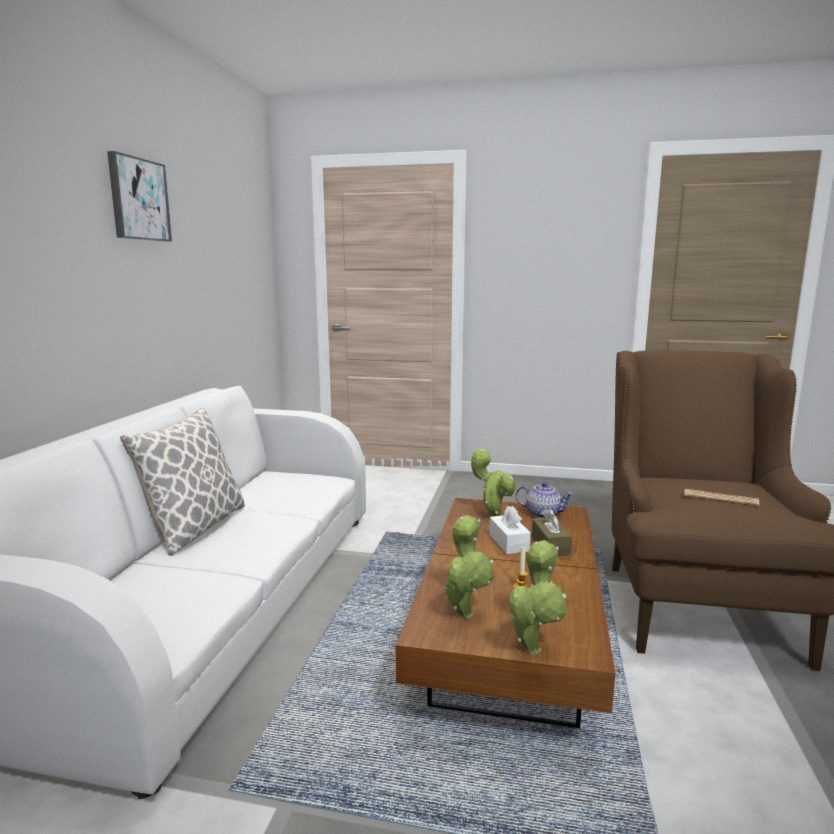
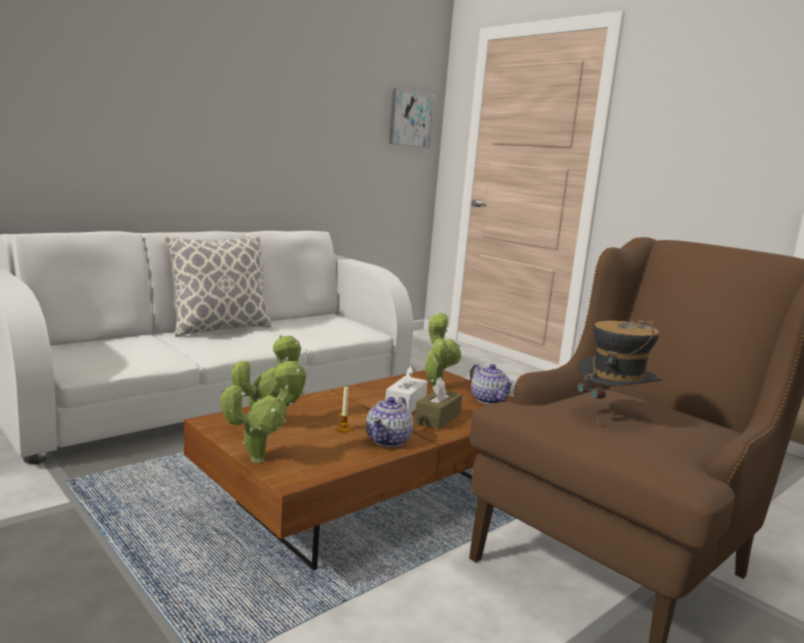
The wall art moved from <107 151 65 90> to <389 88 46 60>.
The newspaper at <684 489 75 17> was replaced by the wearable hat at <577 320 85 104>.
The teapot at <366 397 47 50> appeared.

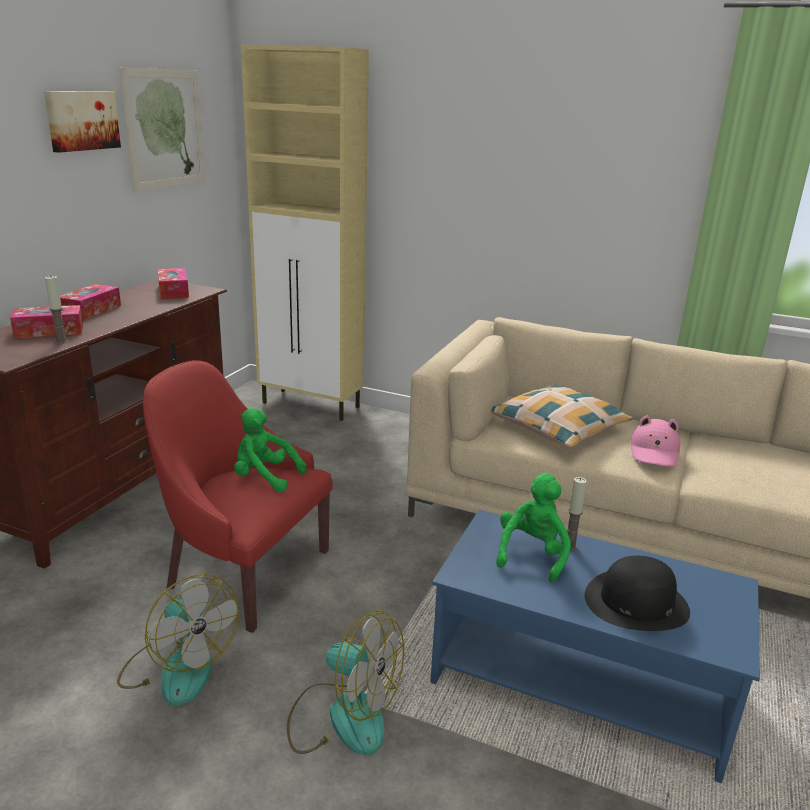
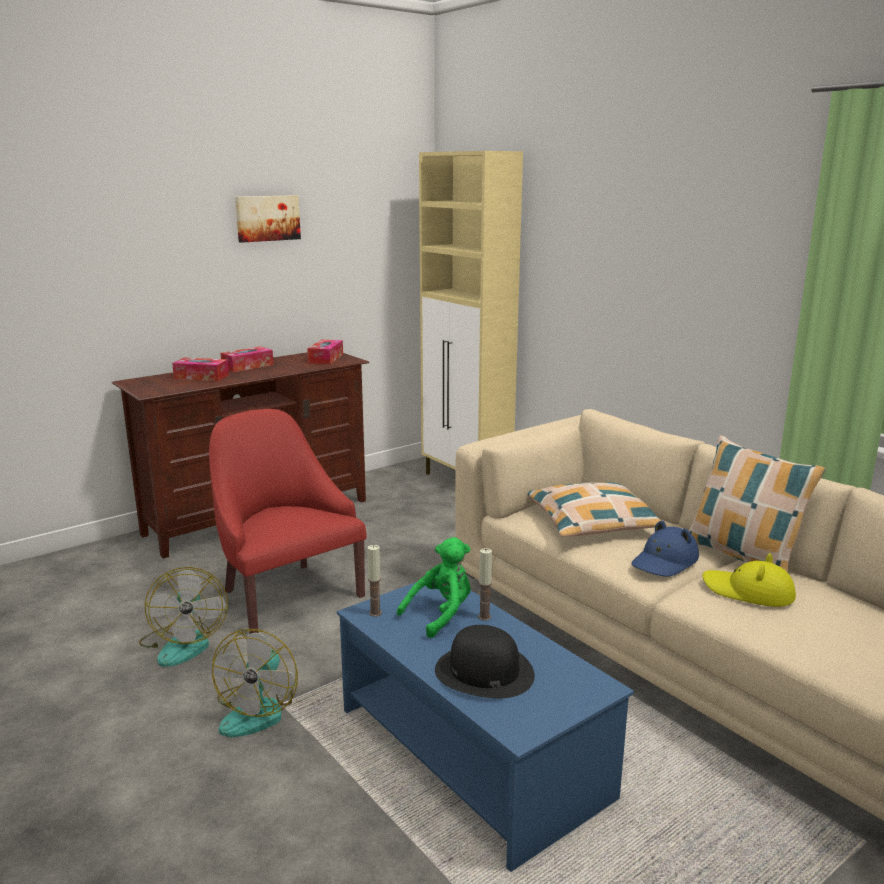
The wax candle moved from <45 275 23 69> to <367 545 15 72>.
The wall art at <119 67 87 125> disappeared.
The plush toy (green) at <234 408 73 84> disappeared.
The fan at <287 610 117 145> turned 45 degrees clockwise.
The wearable hat (pink-coloured) at <631 415 49 52> became the wearable hat (bluish) at <631 521 68 56>.
The throw pillow at <688 435 138 138> appeared.
The wearable hat (yellowish) at <703 553 93 54> appeared.

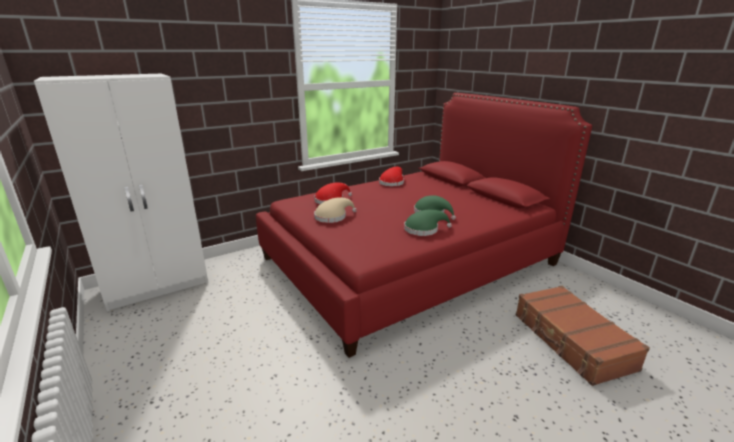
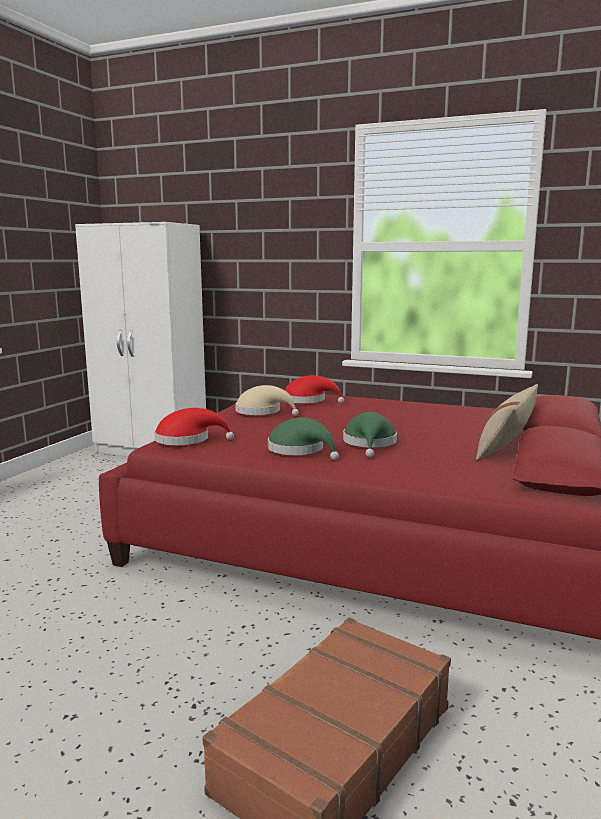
The wearable hat (red-coloured) moved from <379 167 25 19> to <154 408 80 37>.
The throw pillow (beige) at <476 384 62 76> appeared.

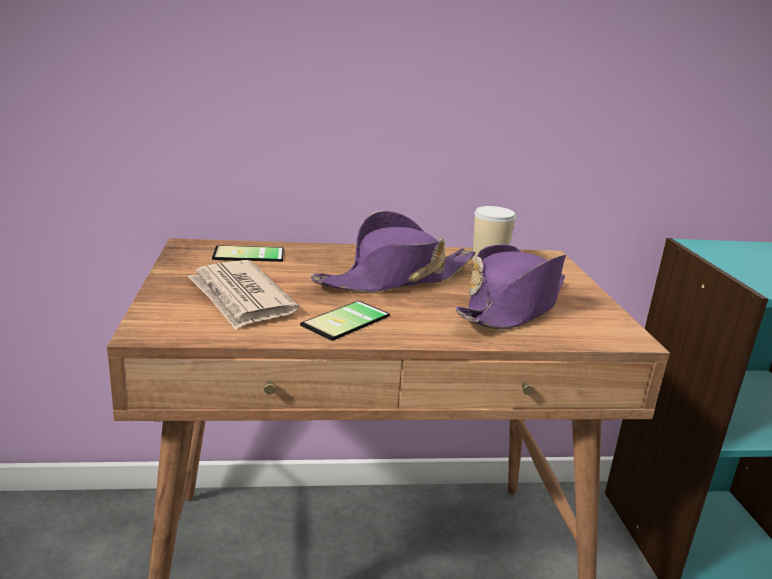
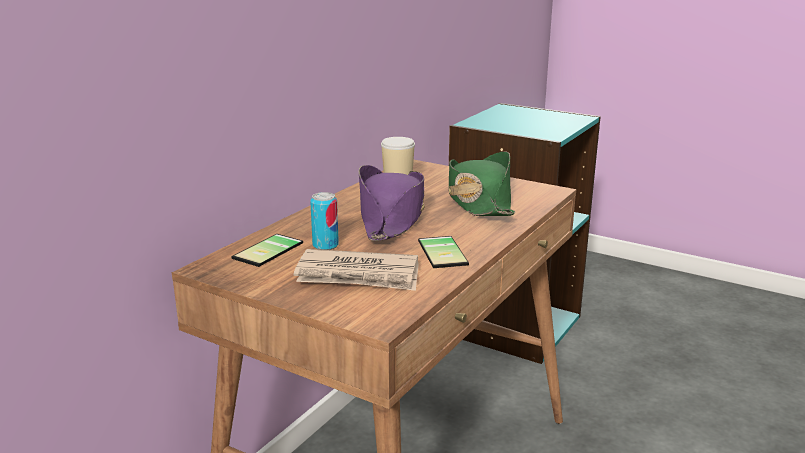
The wearable hat (purple) at <455 244 111 85> became the wearable hat (green) at <449 151 66 65>.
The metal can at <310 192 29 58> appeared.

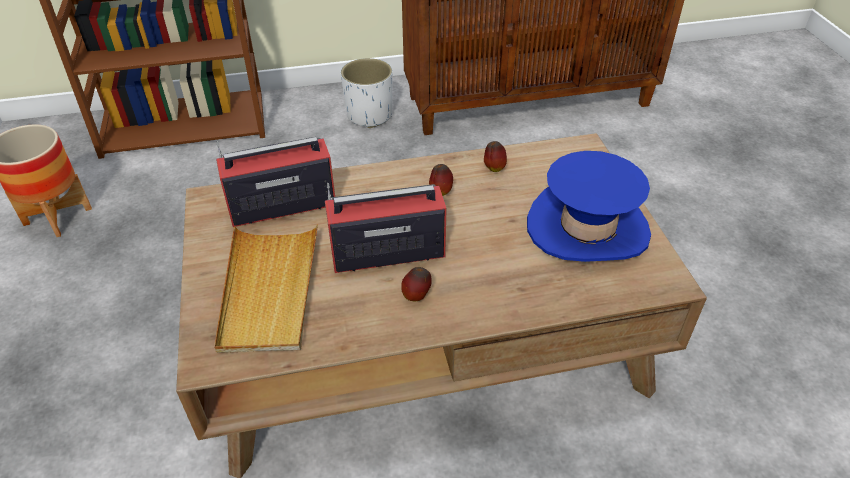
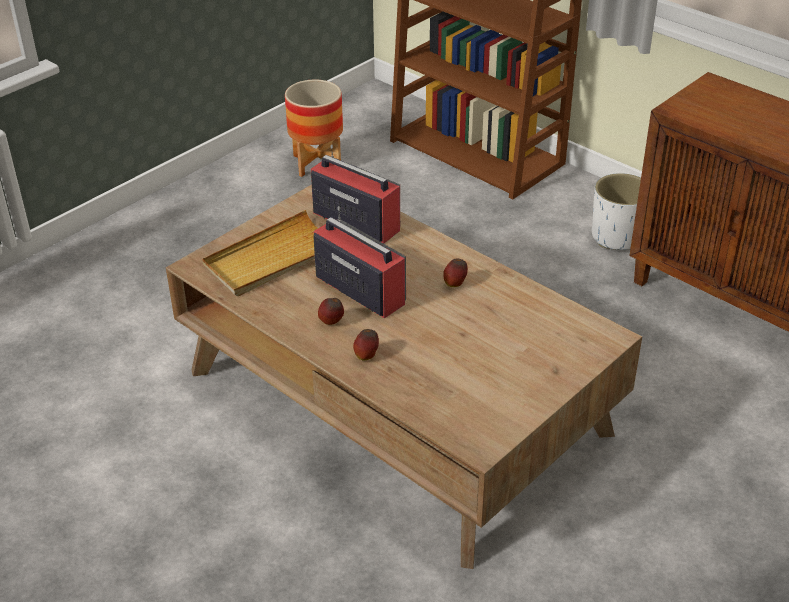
The whole apple moved from <484 141 23 31> to <353 329 26 31>.
The wearable hat (bluish) at <527 151 124 111> disappeared.

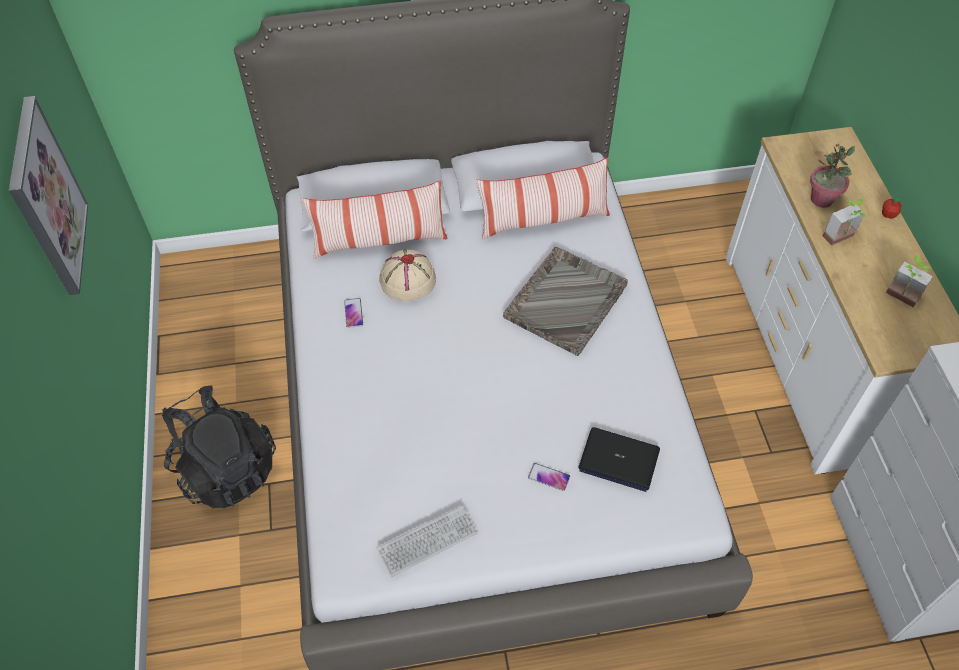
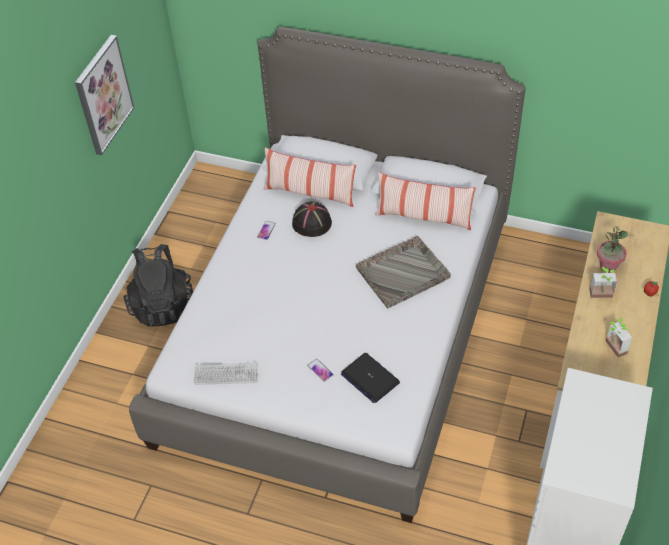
The wearable hat (beige) at <379 249 57 52> became the wearable hat (black-coloured) at <292 202 40 35>.

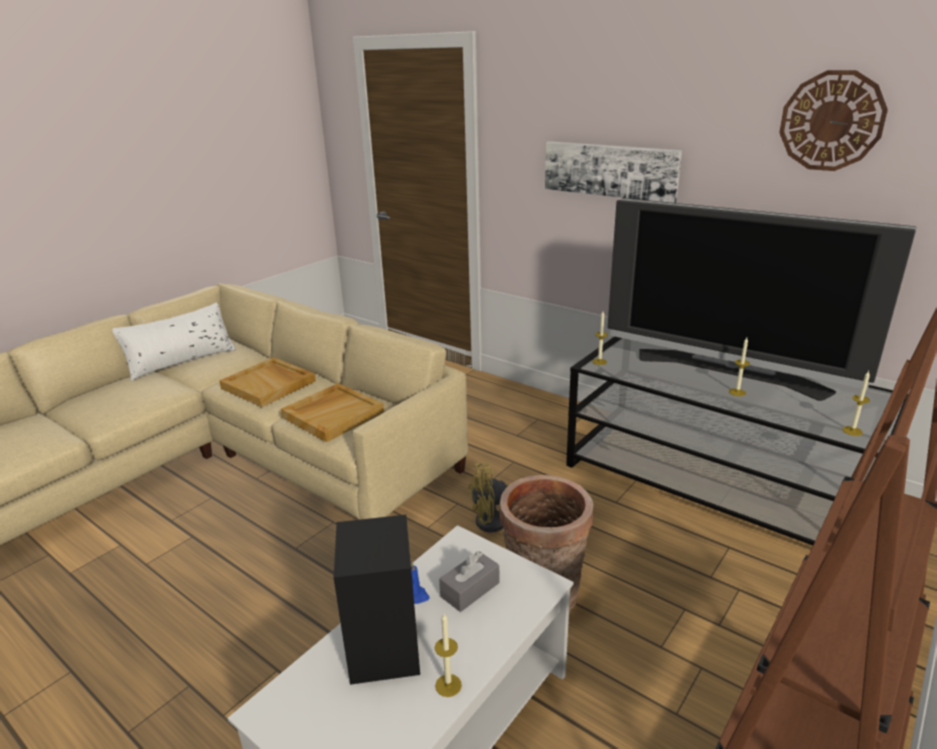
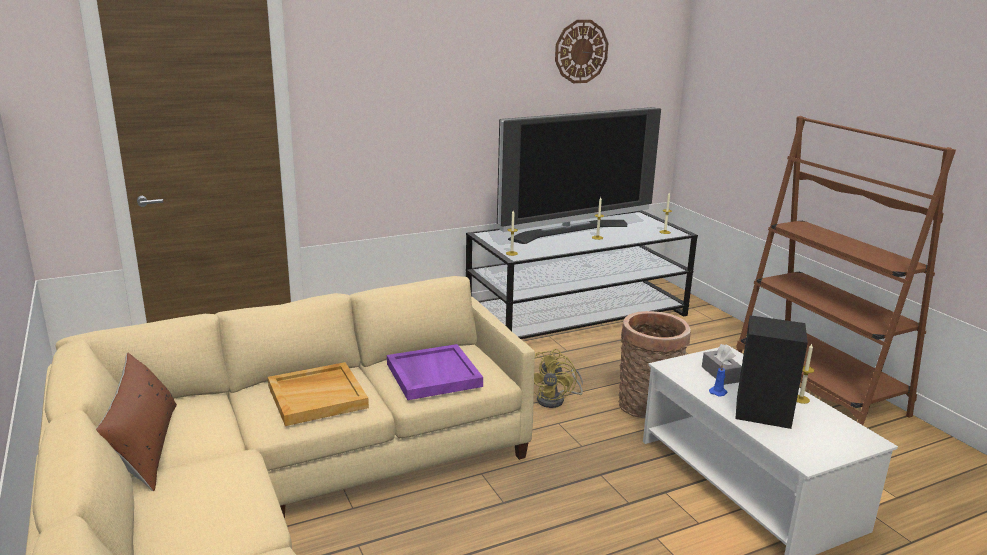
The throw pillow (whitish) at <112 302 124 79> became the throw pillow (brown-coloured) at <96 353 81 138>.
The serving tray (beige) at <281 383 103 59> became the serving tray (purple) at <387 344 96 56>.
The wall art at <545 141 137 62> disappeared.

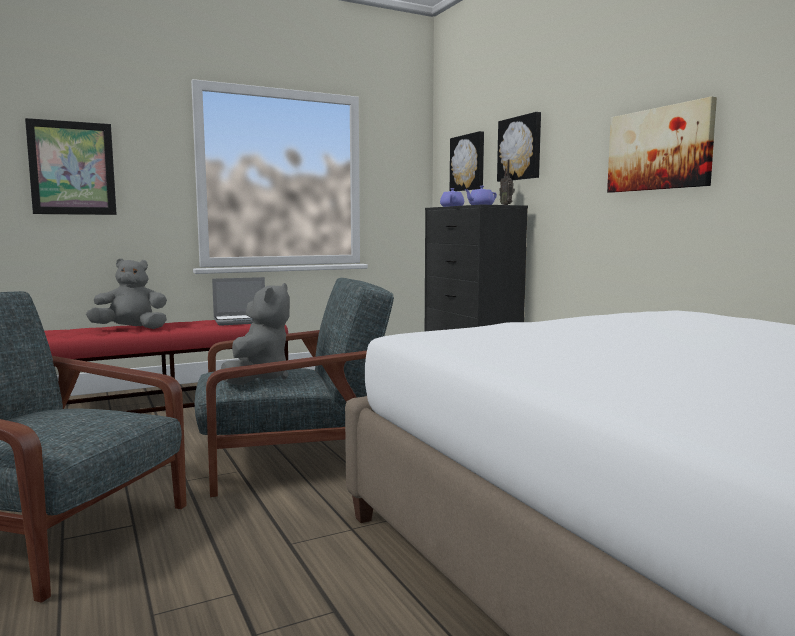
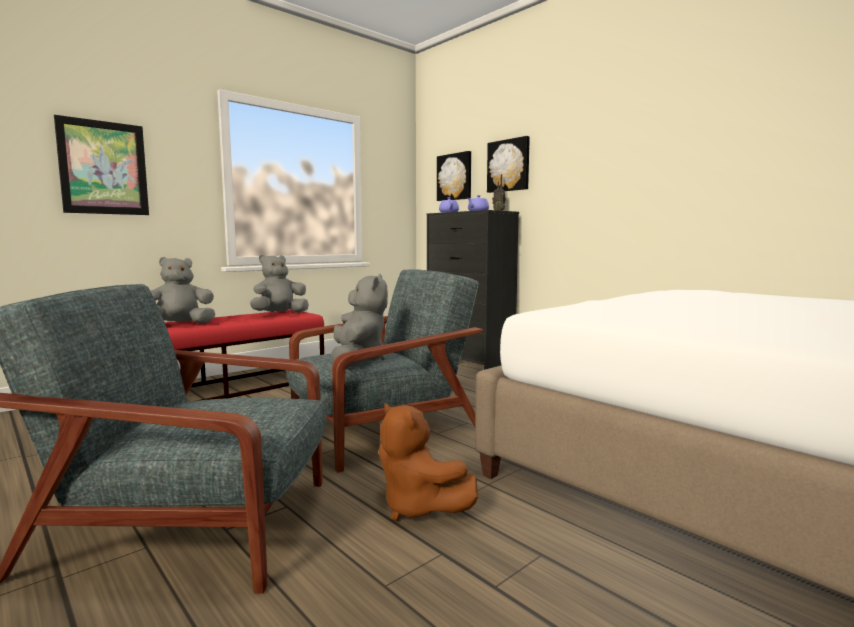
The laptop at <212 277 53 49> was replaced by the plush toy (greyish) at <250 255 59 58>.
The wall art at <607 96 110 97> disappeared.
The plush toy (brown-coloured) at <379 403 99 118> appeared.

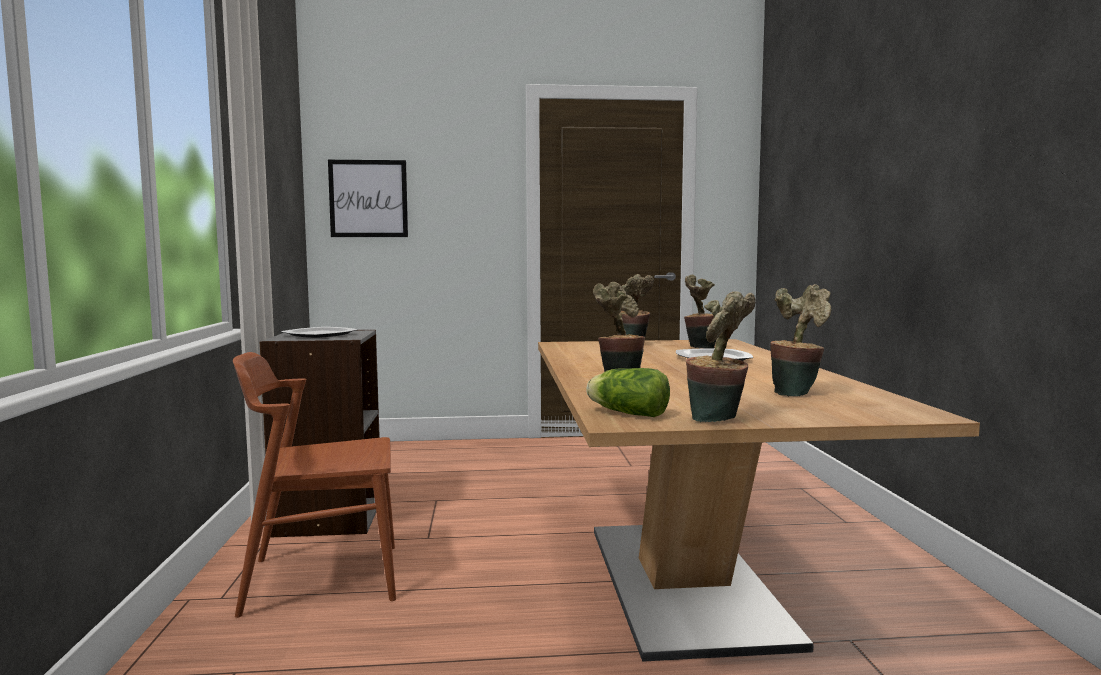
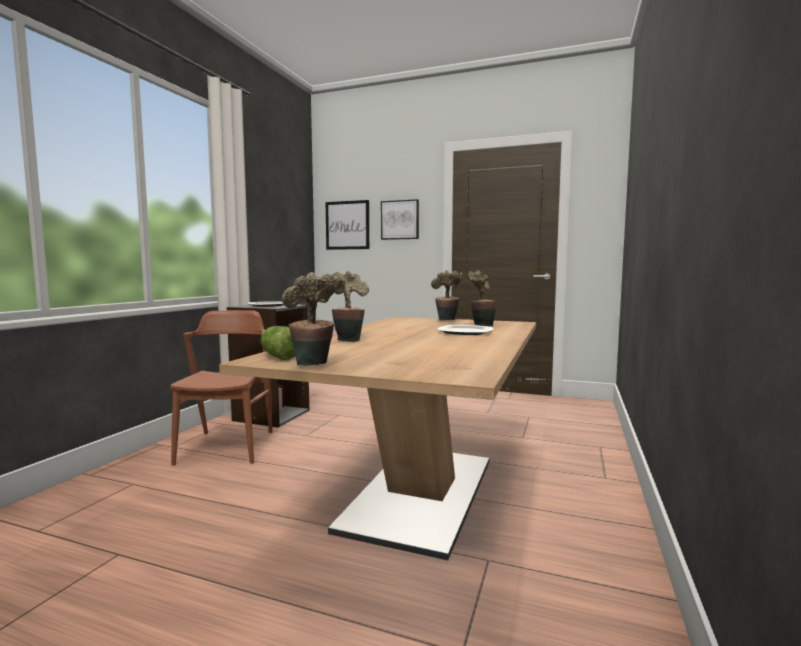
The upright chair (brown-coloured) at <233 352 163 266> turned 75 degrees clockwise.
The plant in a pot at <770 284 61 112> disappeared.
The wall art at <381 199 38 41> appeared.

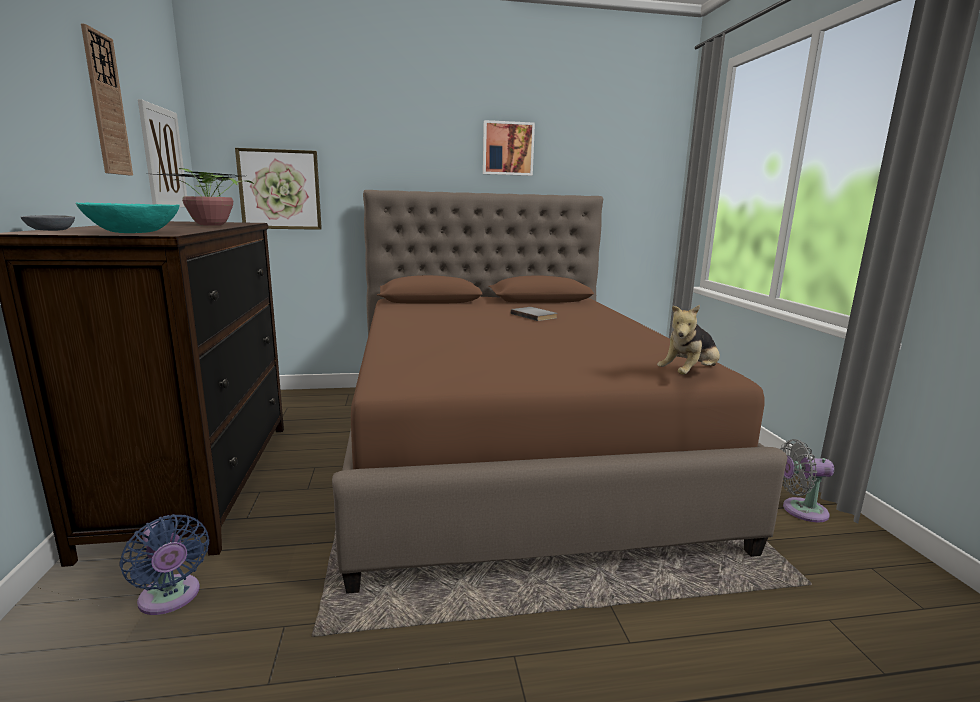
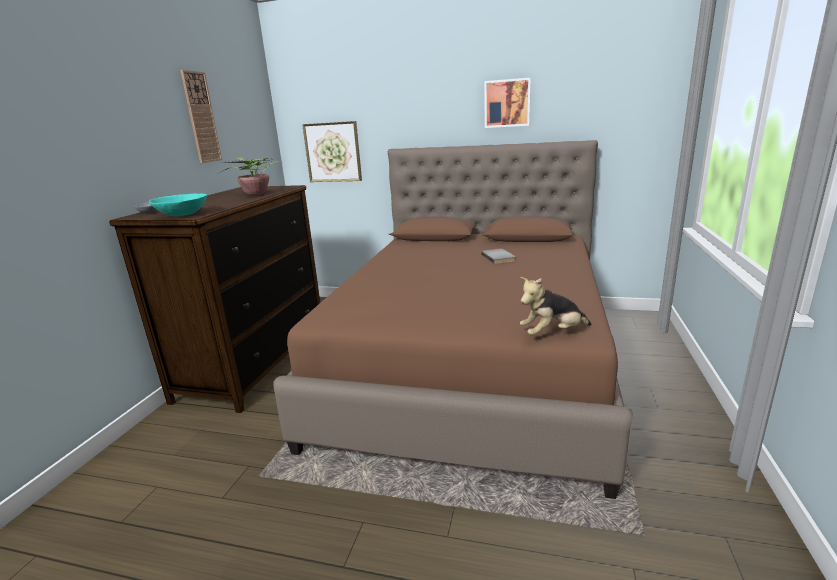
The fan (bluish) at <119 514 90 101> disappeared.
The wall art at <138 99 49 108> disappeared.
The fan (greyish) at <780 439 54 83> disappeared.

